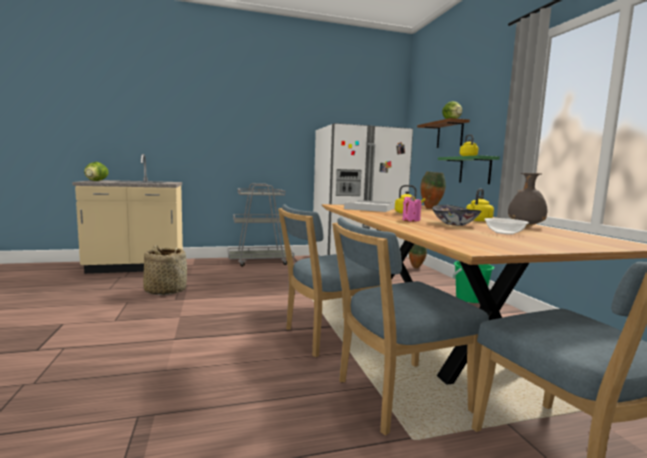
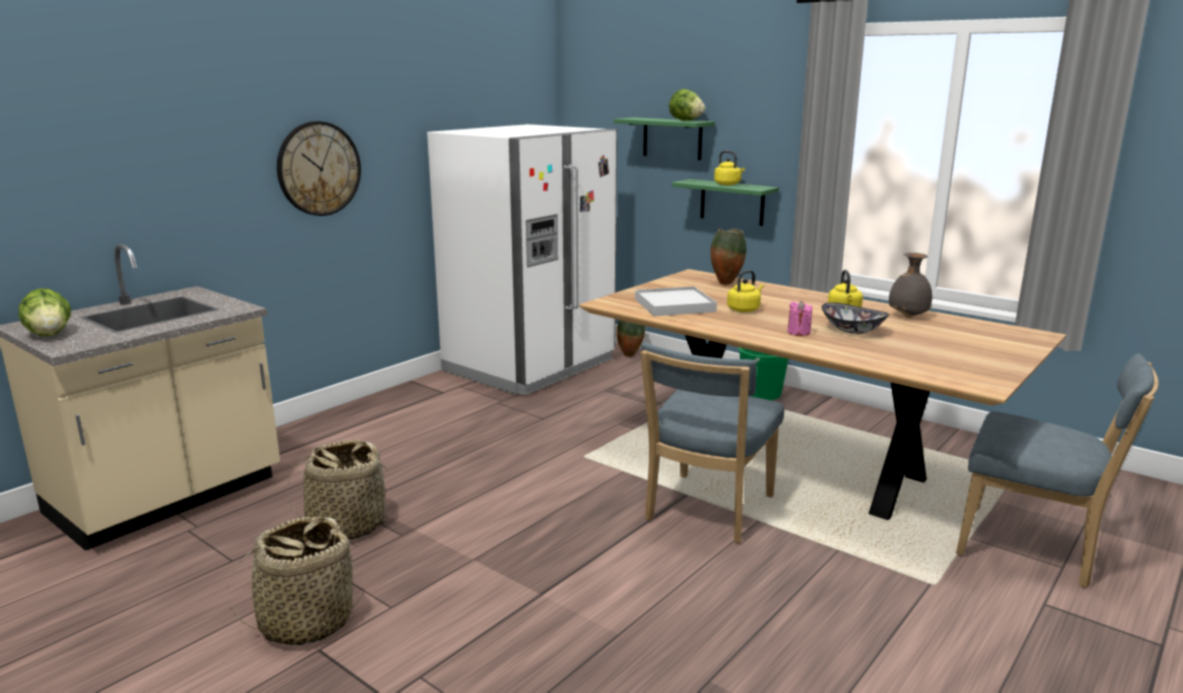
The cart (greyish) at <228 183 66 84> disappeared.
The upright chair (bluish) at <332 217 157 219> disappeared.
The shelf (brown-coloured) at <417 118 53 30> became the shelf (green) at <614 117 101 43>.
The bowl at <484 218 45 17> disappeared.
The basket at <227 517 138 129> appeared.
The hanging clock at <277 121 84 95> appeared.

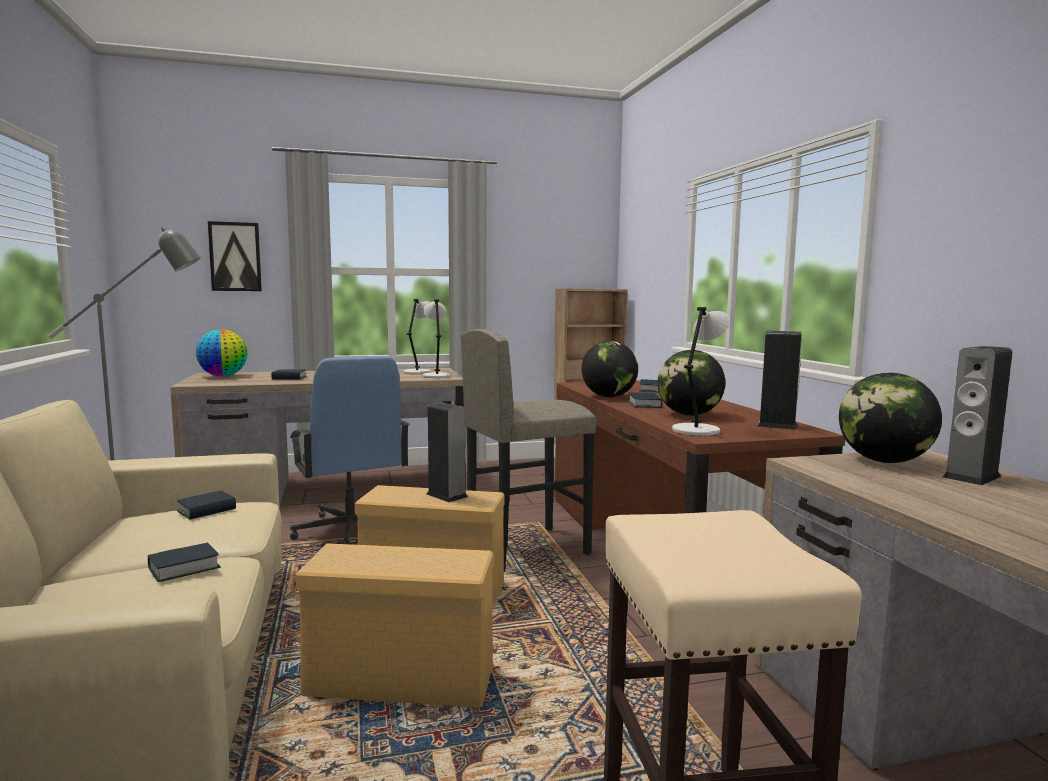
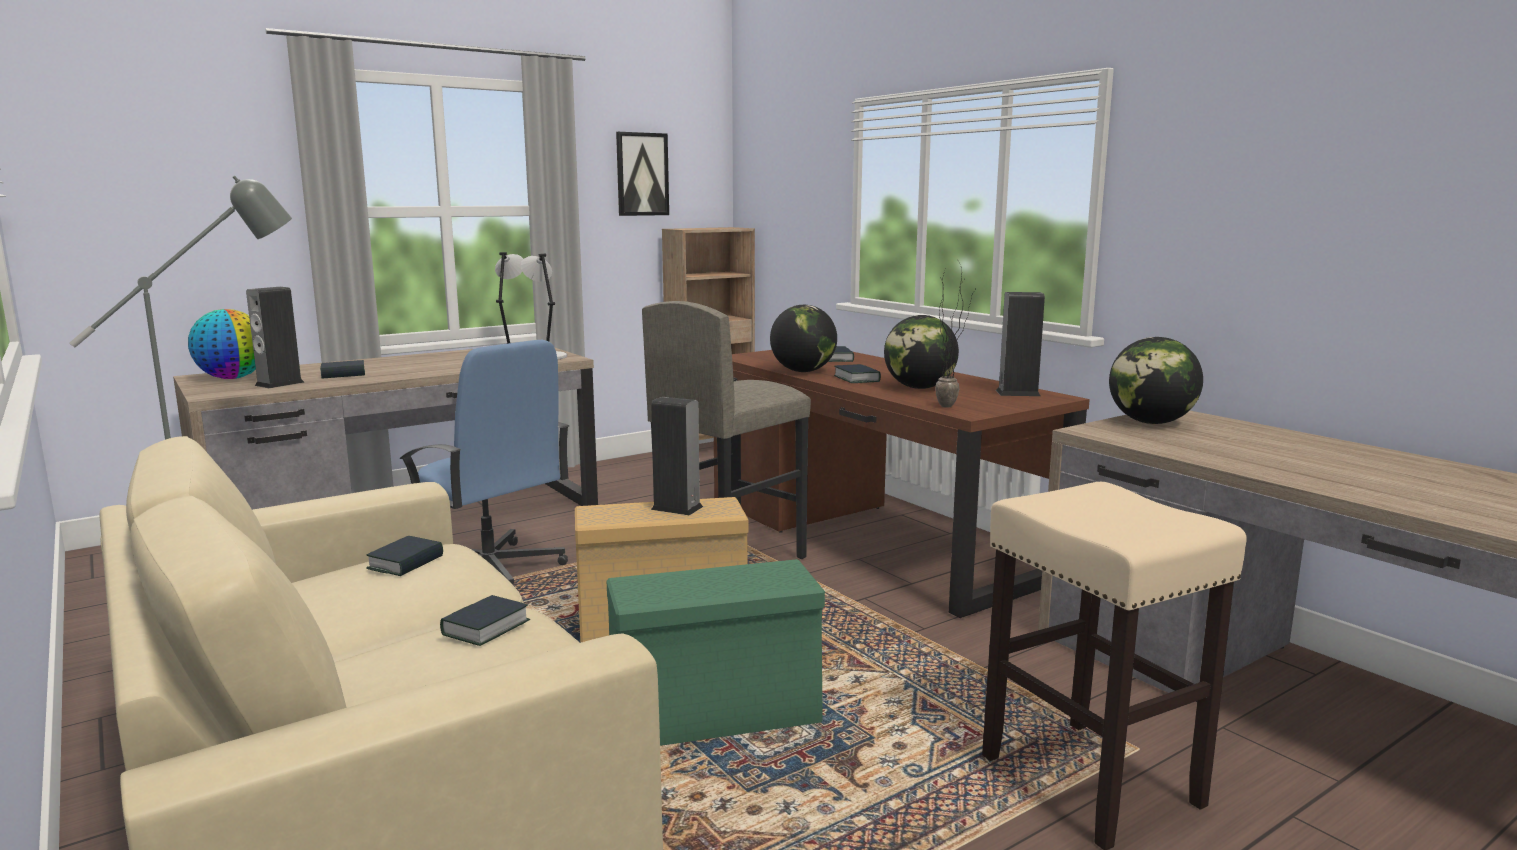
The wall art moved from <208 221 54 70> to <616 132 53 84>.
The storage container (beige) at <295 543 198 165> became the storage container (green) at <607 559 218 187>.
The tabletop lamp (greyish) at <672 307 58 129> was replaced by the plant in a pot at <935 258 40 150>.
The audio speaker moved from <943 346 69 139> to <246 287 58 101>.

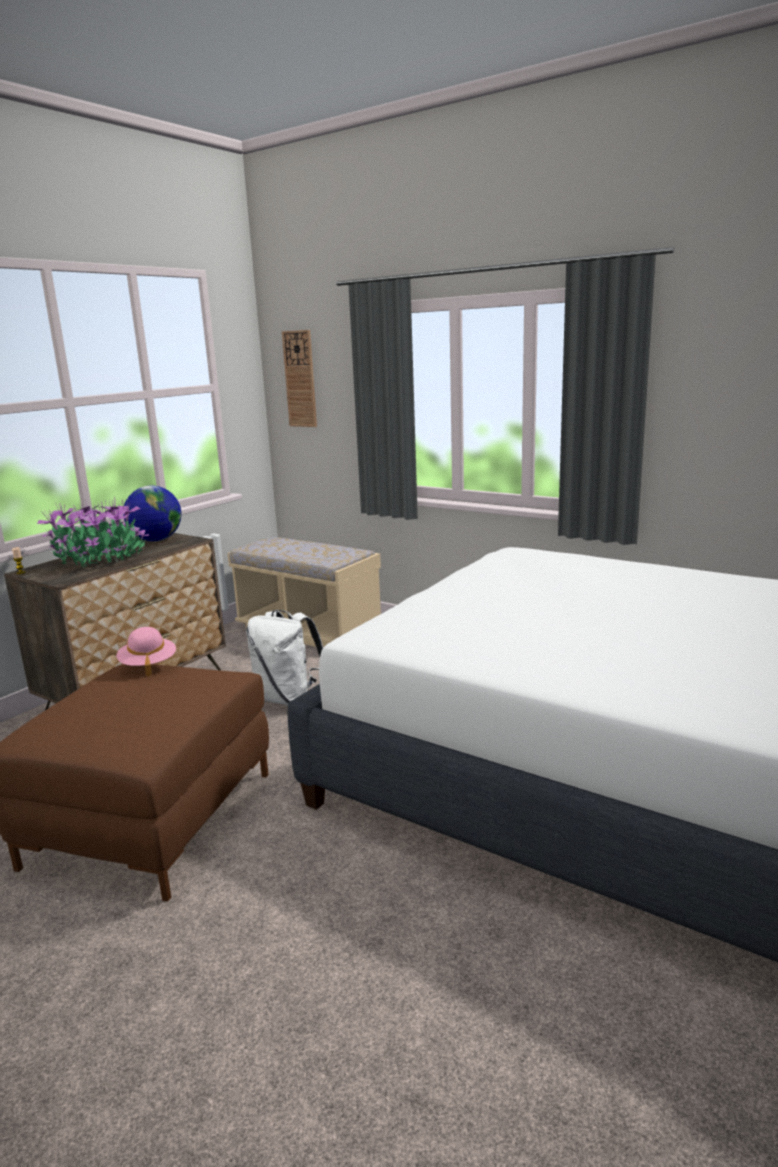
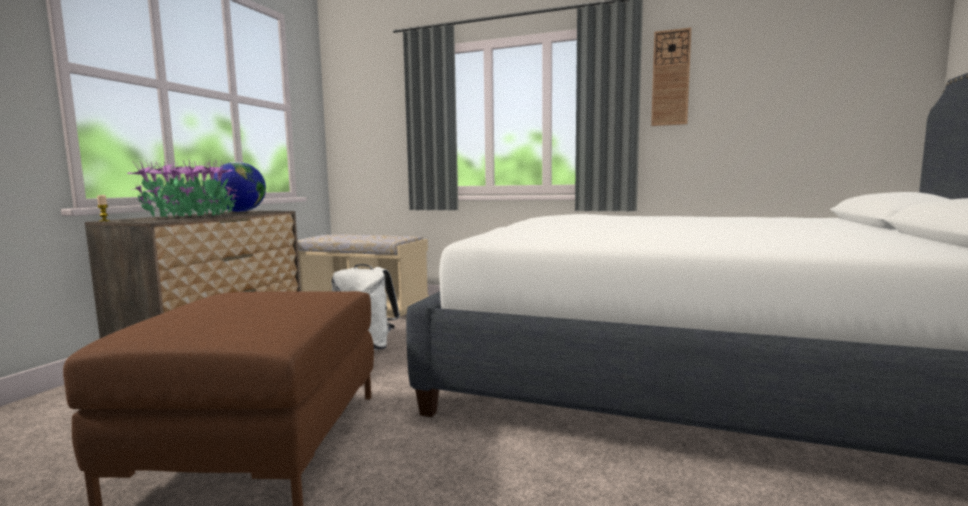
The wearable hat (pink-coloured) at <117 627 59 50> disappeared.
The hanging clock moved from <282 330 35 97> to <651 28 40 98>.

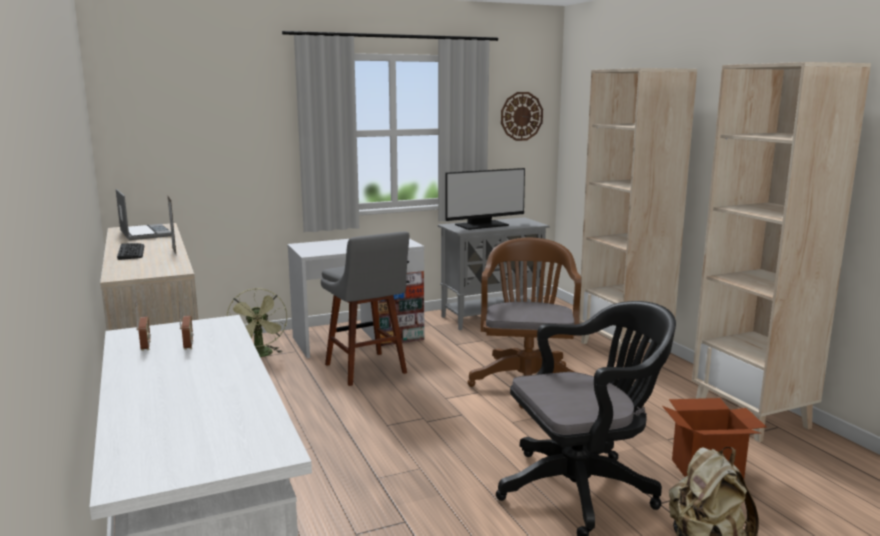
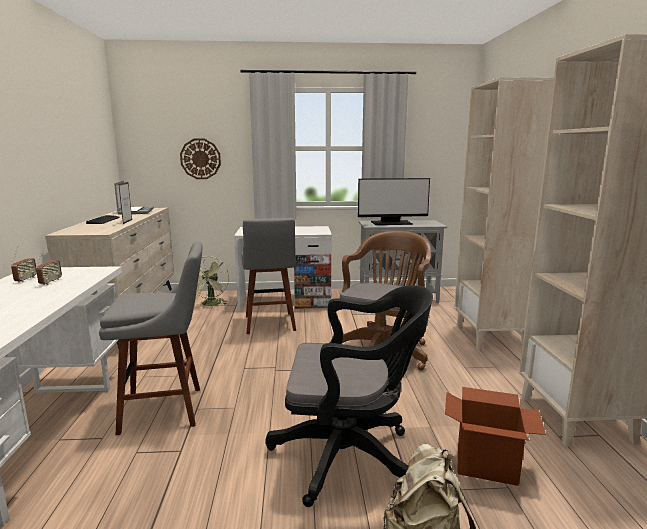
The hanging clock moved from <501 92 42 49> to <180 139 41 40>.
The stool (greyish) at <99 242 103 193> appeared.

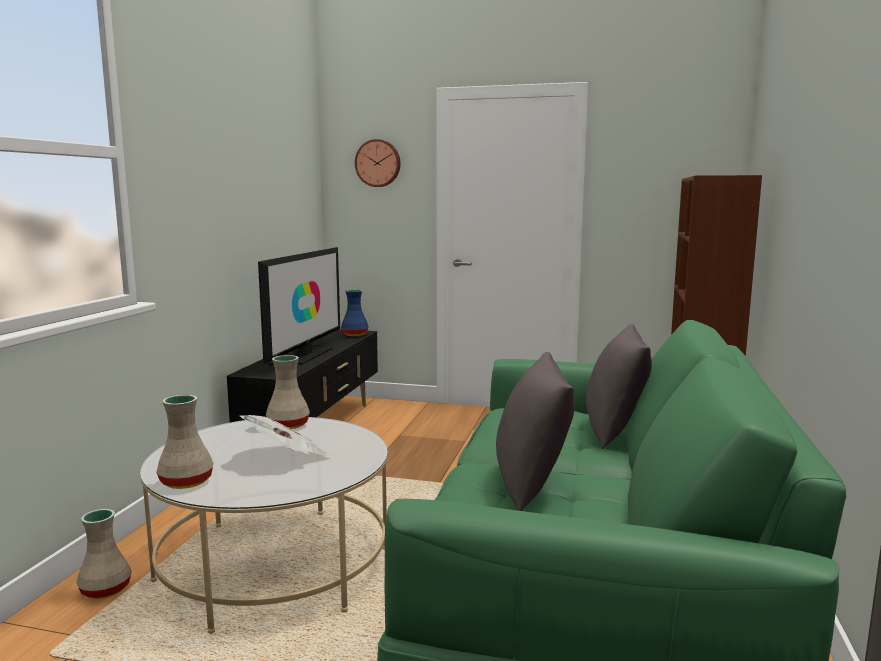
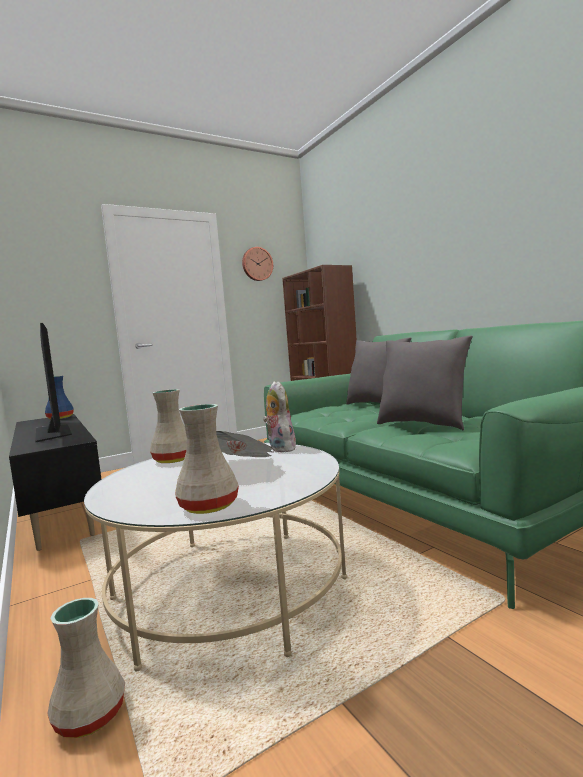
The hanging clock moved from <355 139 45 48> to <242 247 31 34>.
The plush toy at <263 381 33 71> appeared.

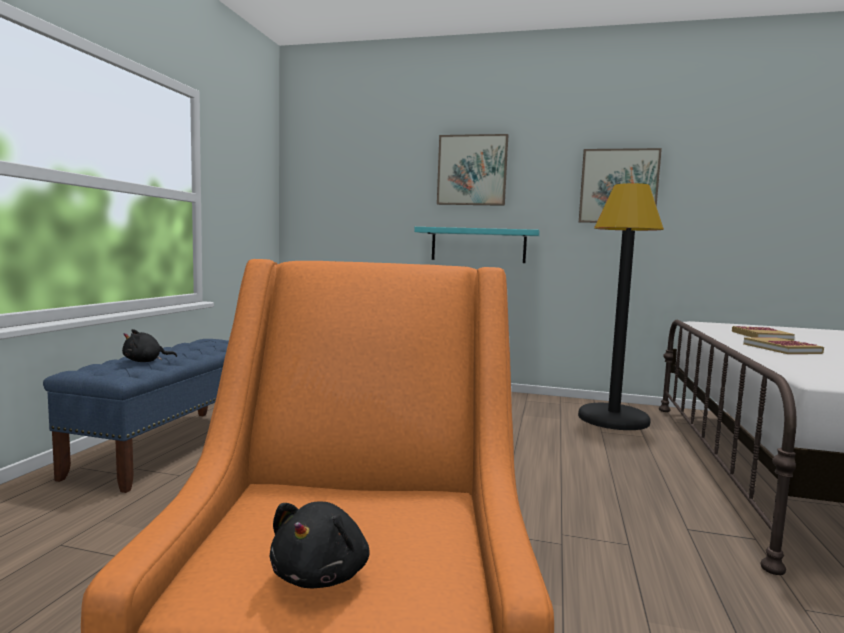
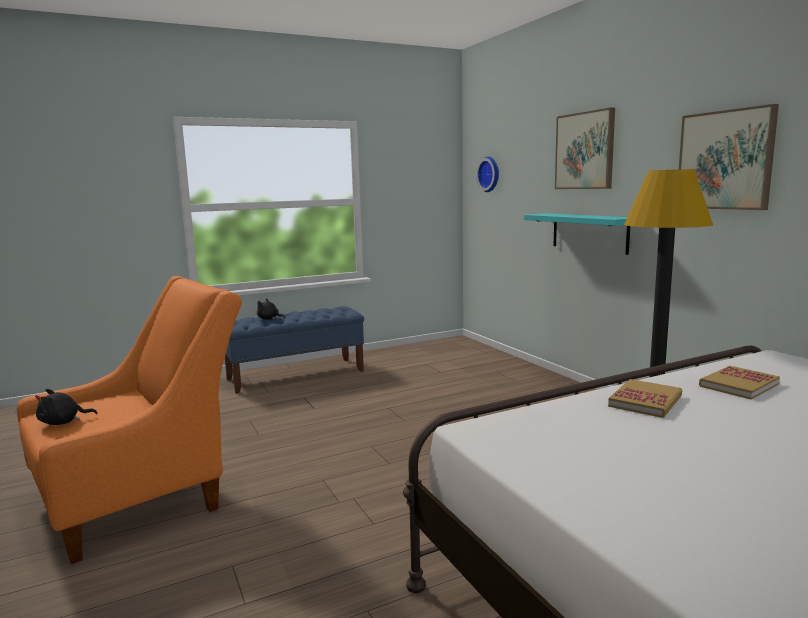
The hanging clock at <476 156 23 36> appeared.

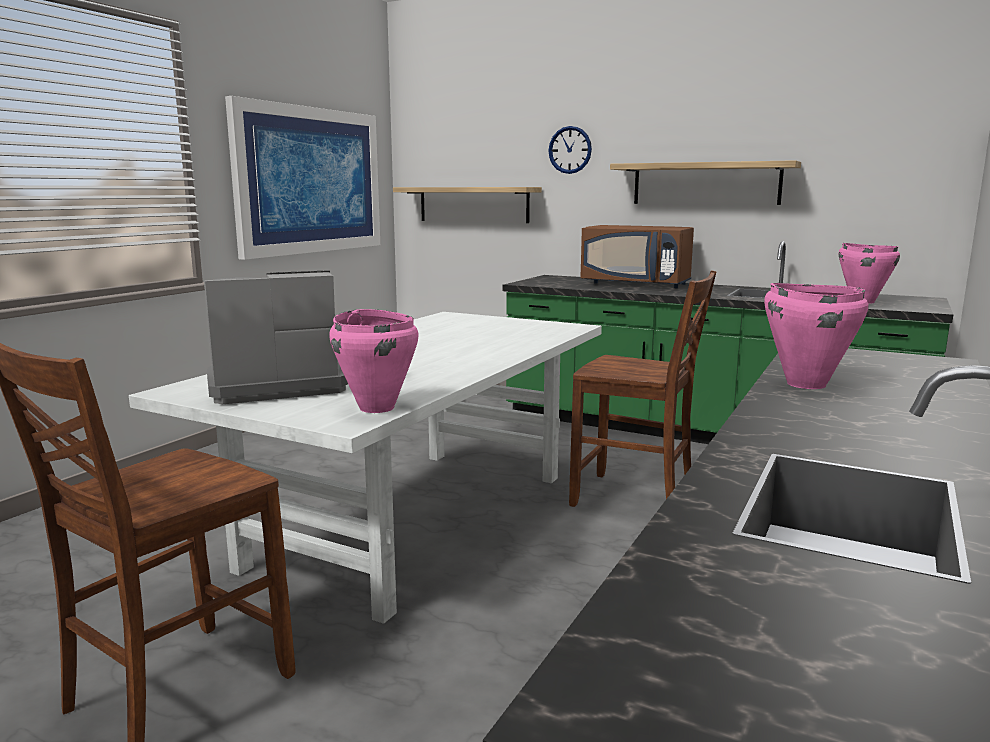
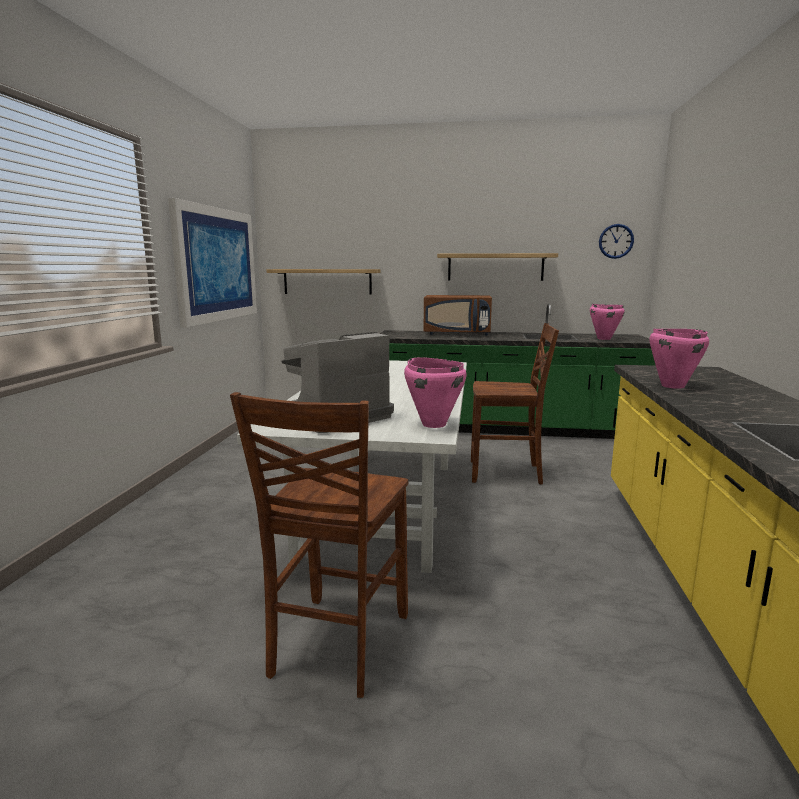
The hanging clock moved from <548 126 44 48> to <599 224 35 35>.

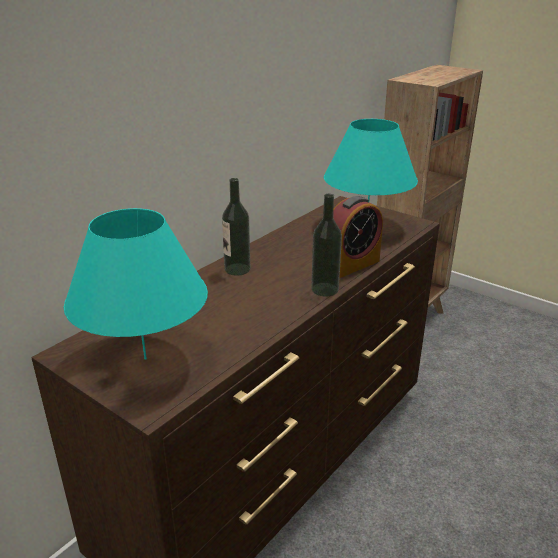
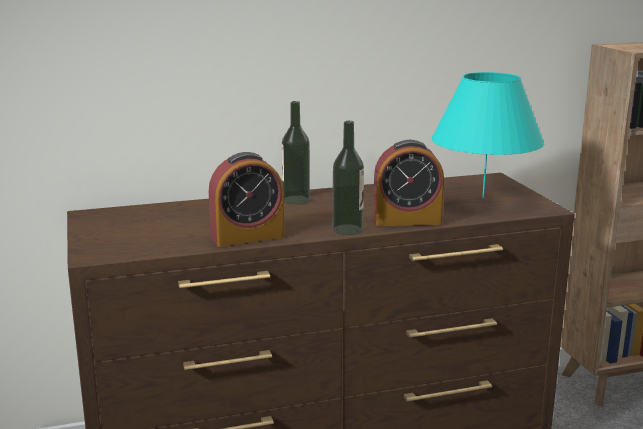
The tabletop lamp (turquoise-coloured) at <64 208 144 152> disappeared.
The bedside clock at <209 152 76 95> appeared.

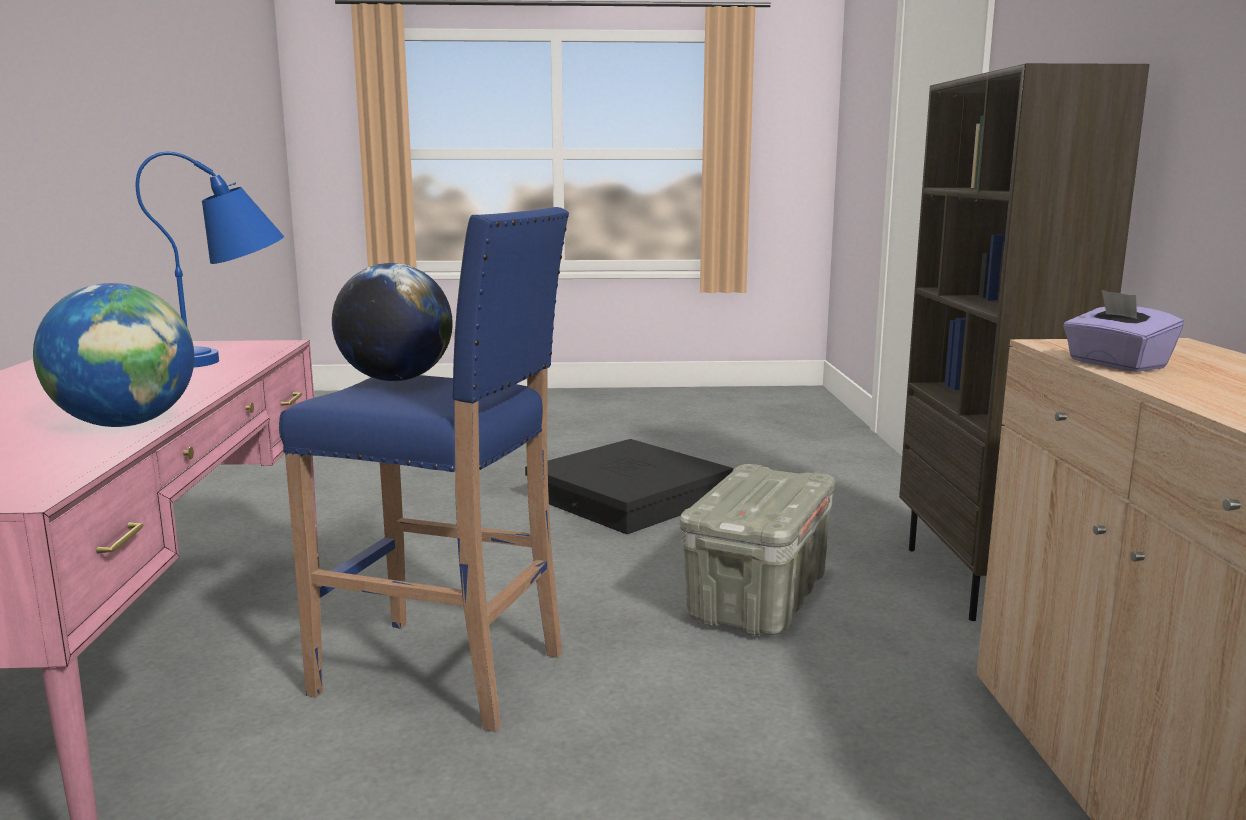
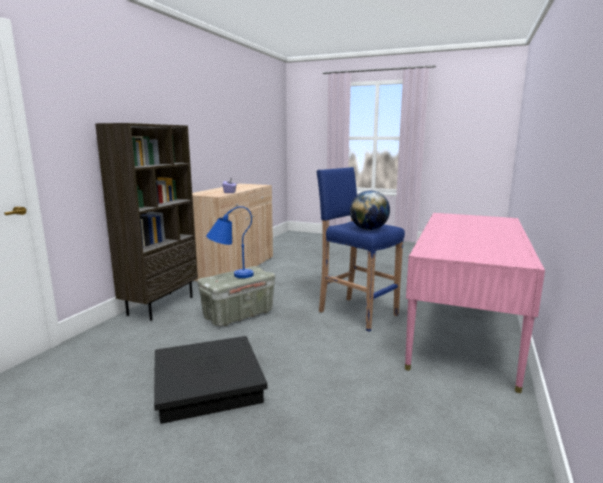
The desk globe at <33 283 161 144> disappeared.
The tabletop lamp (bluish) moved from <136 151 148 217> to <206 206 48 72>.

